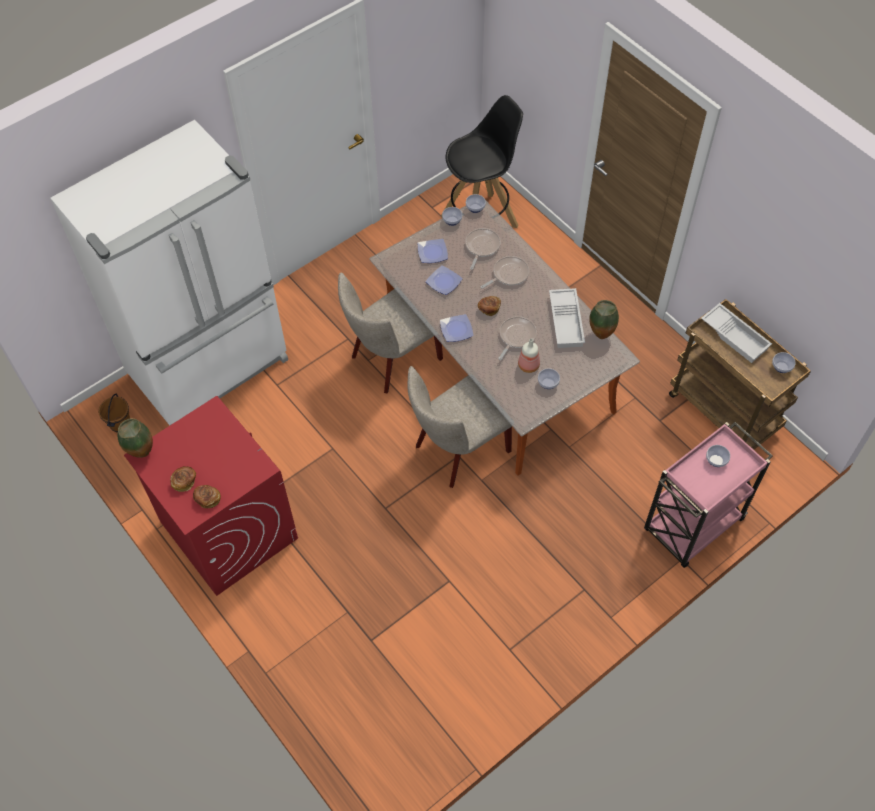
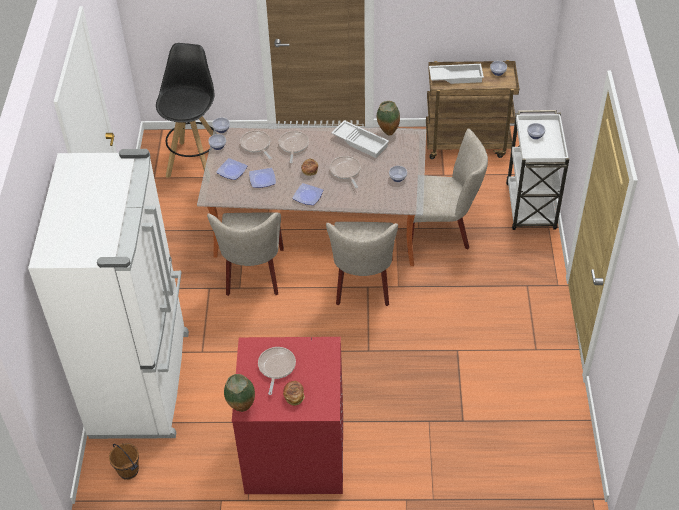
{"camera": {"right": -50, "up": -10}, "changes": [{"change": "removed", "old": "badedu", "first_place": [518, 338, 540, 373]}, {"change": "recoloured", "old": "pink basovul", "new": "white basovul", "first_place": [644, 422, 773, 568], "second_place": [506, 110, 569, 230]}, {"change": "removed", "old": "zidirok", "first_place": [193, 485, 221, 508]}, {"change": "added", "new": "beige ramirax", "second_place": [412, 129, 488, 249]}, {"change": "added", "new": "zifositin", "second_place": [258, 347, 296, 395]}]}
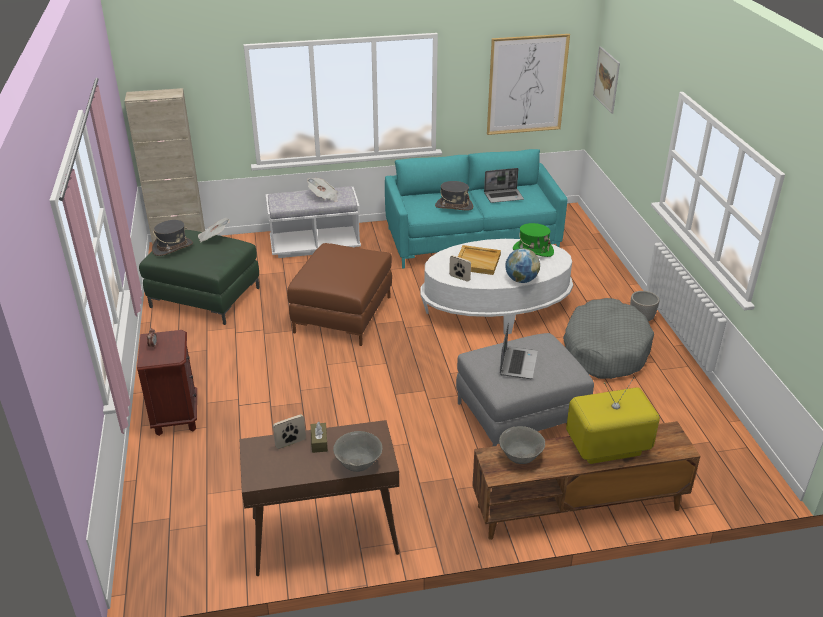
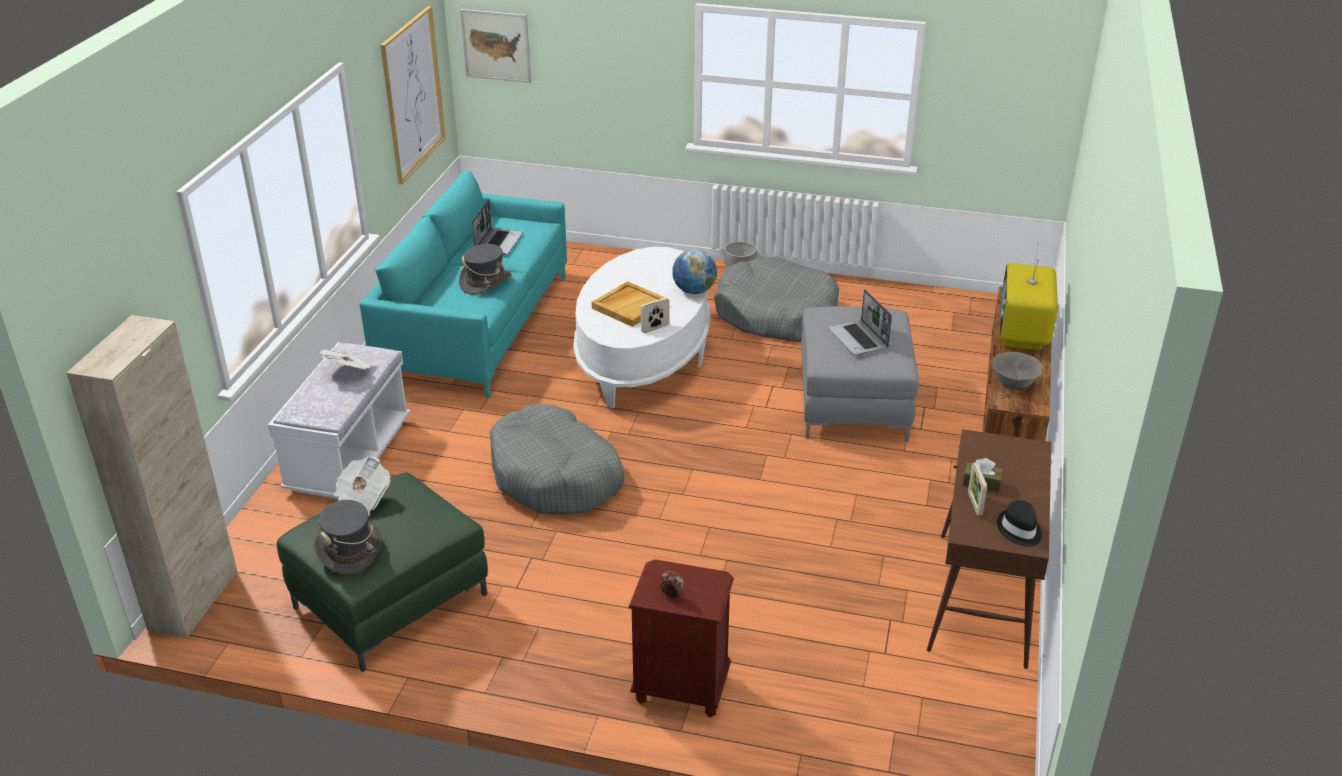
{"camera": {"right": -65, "up": 0}, "changes": [{"change": "removed", "old": "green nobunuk", "first_place": [513, 223, 554, 257]}, {"change": "replaced", "old": "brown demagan", "new": "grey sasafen", "first_place": [287, 243, 392, 346], "second_place": [490, 404, 624, 515]}, {"change": "turned", "old": "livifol", "first_place": [500, 322, 538, 379], "second_place": [828, 289, 892, 355], "degrees": -150}, {"change": "removed", "old": "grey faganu", "first_place": [333, 431, 382, 472]}, {"change": "added", "new": "black nobunuk", "second_place": [997, 500, 1042, 547]}]}
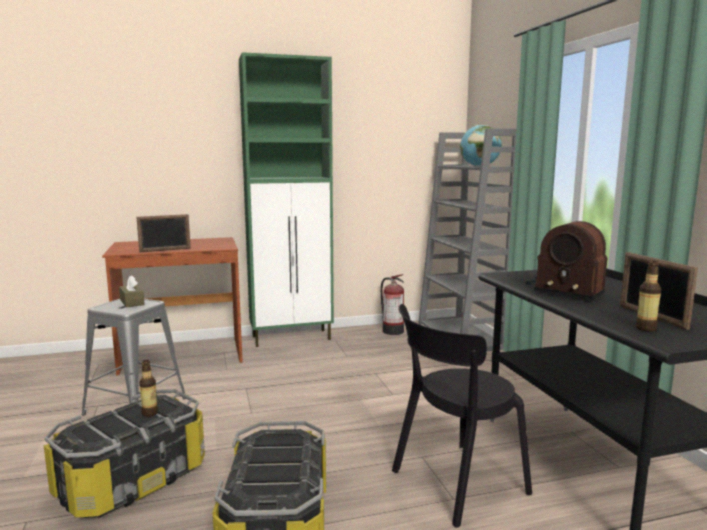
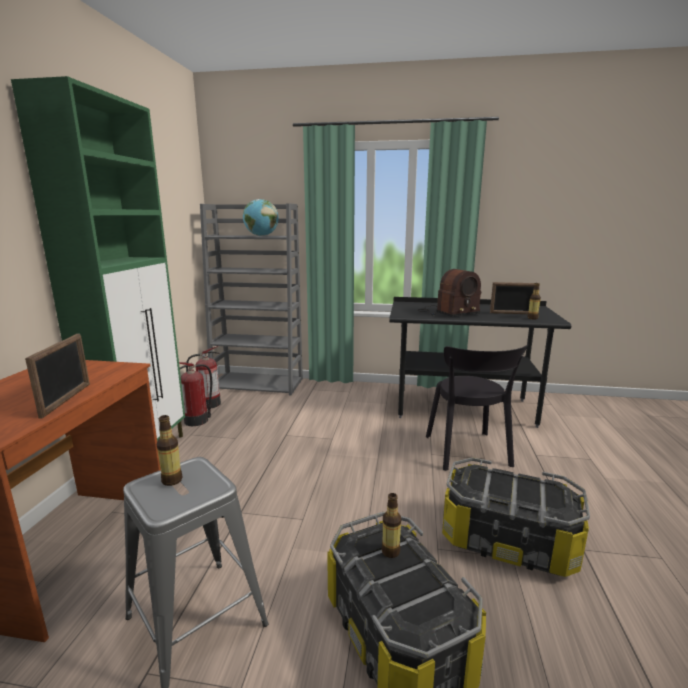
{"camera": {"right": -65, "up": 5}, "changes": [{"change": "replaced", "old": "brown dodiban", "new": "badedu", "first_place": [119, 275, 145, 308], "second_place": [157, 415, 183, 486]}, {"change": "added", "new": "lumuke", "second_place": [179, 362, 212, 426]}]}
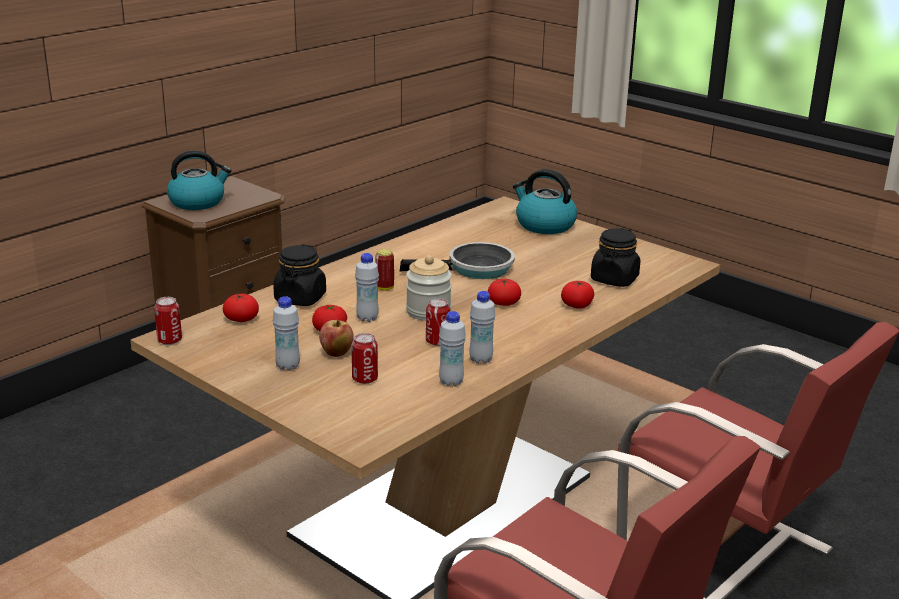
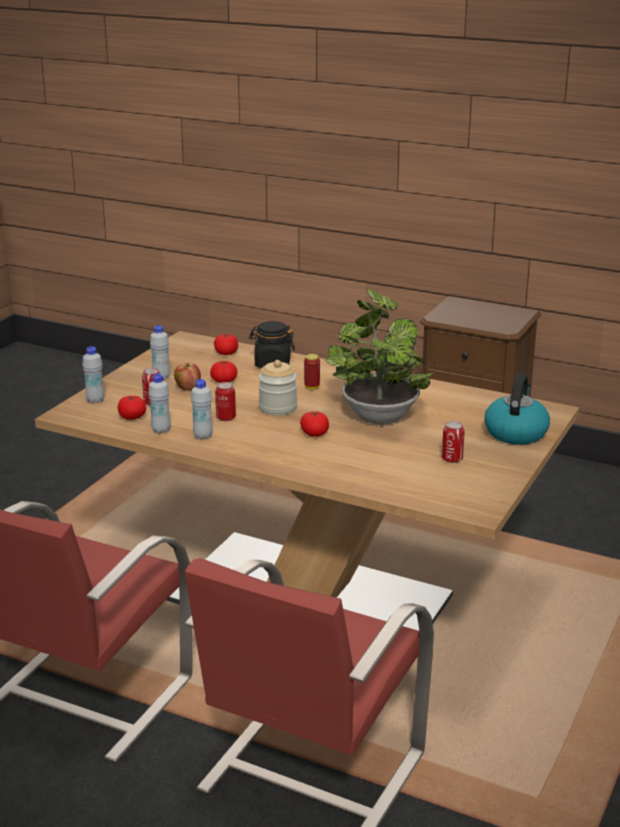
{"camera": {"right": 75, "up": 0}, "changes": [{"change": "removed", "old": "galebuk", "first_place": [167, 151, 231, 210]}, {"change": "removed", "old": "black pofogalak", "first_place": [591, 228, 640, 287]}, {"change": "replaced", "old": "zifositin", "new": "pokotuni", "first_place": [400, 242, 515, 279], "second_place": [325, 288, 435, 424]}, {"change": "moved", "old": "white badedu", "first_place": [355, 253, 379, 322], "second_place": [82, 346, 104, 404]}, {"change": "moved", "old": "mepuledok", "first_place": [561, 281, 594, 309], "second_place": [118, 395, 146, 420]}, {"change": "moved", "old": "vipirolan", "first_place": [154, 297, 182, 345], "second_place": [442, 421, 465, 463]}]}
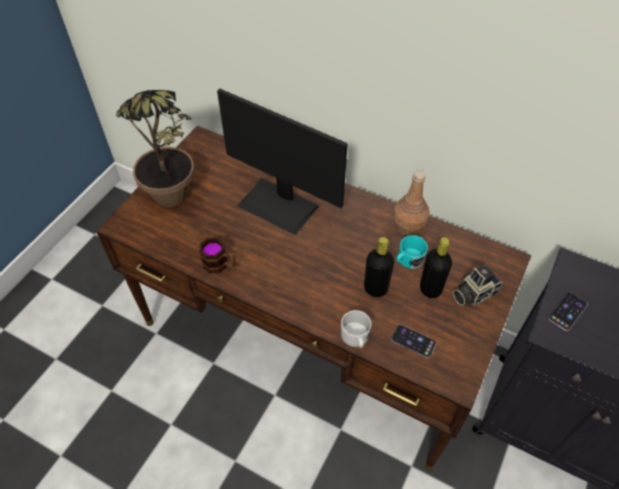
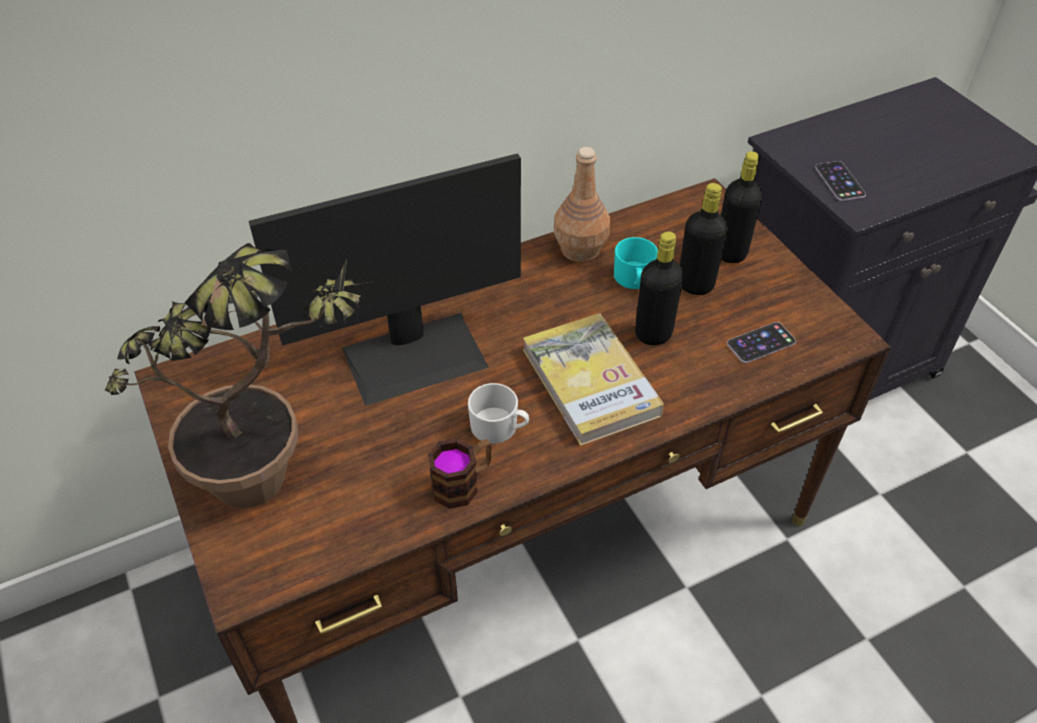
{"camera": {"right": -55, "up": -5}, "changes": [{"change": "replaced", "old": "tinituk", "new": "black badedu", "first_place": [453, 264, 503, 306], "second_place": [721, 151, 762, 263]}, {"change": "moved", "old": "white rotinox", "first_place": [341, 310, 372, 348], "second_place": [468, 383, 529, 444]}, {"change": "added", "new": "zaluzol", "second_place": [523, 313, 664, 446]}]}
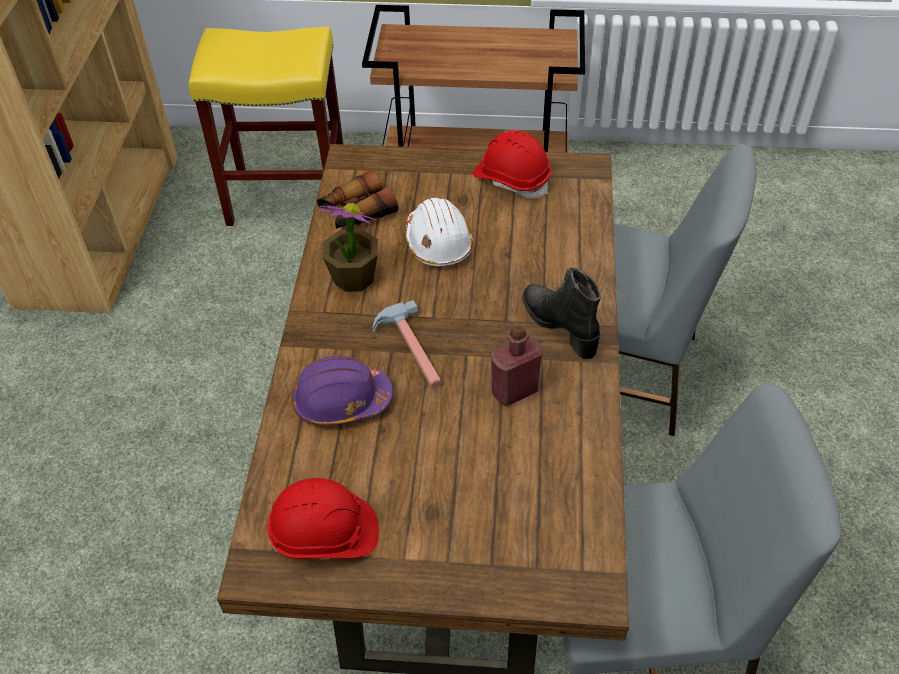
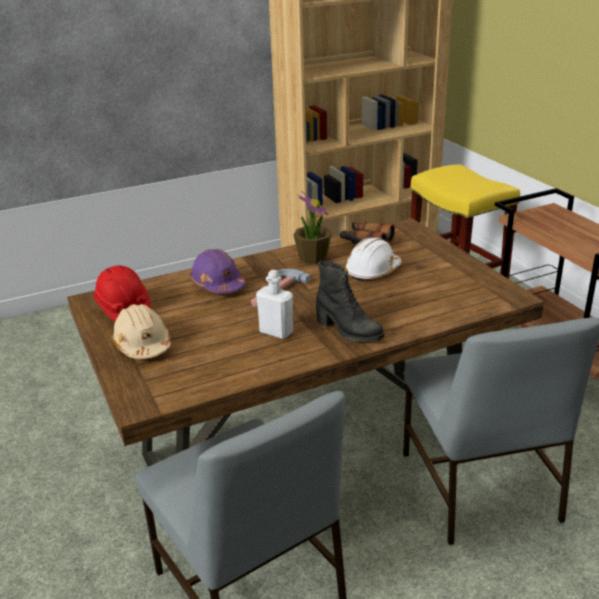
{"camera": {"right": 60, "up": -20}, "changes": [{"change": "removed", "old": "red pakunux", "first_place": [472, 131, 552, 199]}, {"change": "turned", "old": "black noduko", "first_place": [522, 268, 601, 359], "second_place": [316, 261, 385, 342], "degrees": 105}, {"change": "recoloured", "old": "red badedu", "new": "white badedu", "first_place": [491, 325, 543, 407], "second_place": [256, 270, 293, 339]}, {"change": "added", "new": "beige pakunux", "second_place": [111, 304, 171, 359]}]}
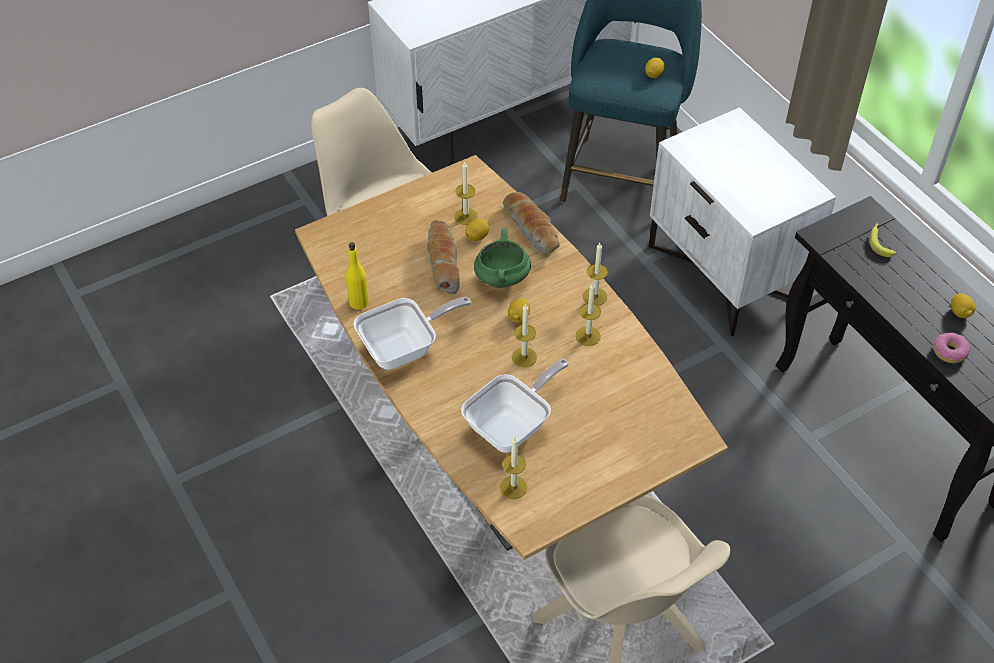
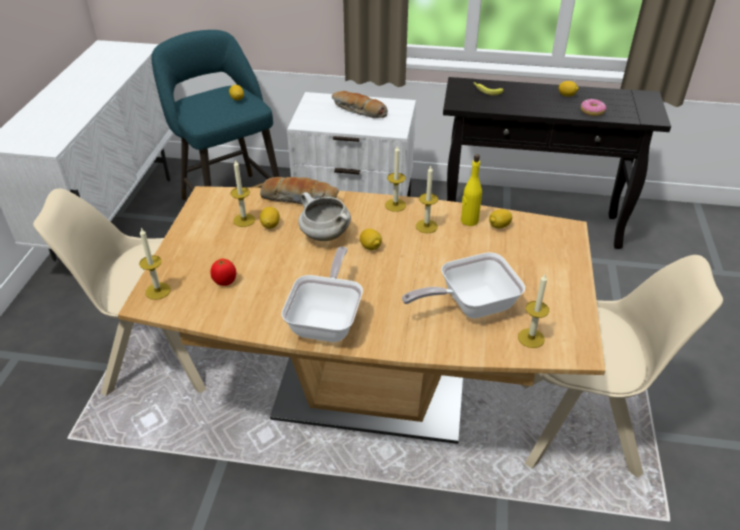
{"camera": {"right": -50, "up": -10}, "changes": [{"change": "moved", "old": "zidirok", "first_place": [427, 220, 460, 294], "second_place": [332, 91, 388, 118]}, {"change": "recoloured", "old": "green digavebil", "new": "white digavebil", "first_place": [474, 228, 531, 288], "second_place": [298, 192, 351, 241]}, {"change": "moved", "old": "yellow badedu", "first_place": [346, 242, 369, 309], "second_place": [461, 154, 482, 226]}, {"change": "moved", "old": "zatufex", "first_place": [512, 304, 537, 367], "second_place": [139, 228, 171, 300]}, {"change": "turned", "old": "zifositin", "first_place": [461, 359, 569, 453], "second_place": [402, 252, 525, 319], "degrees": -105}, {"change": "added", "new": "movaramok", "second_place": [489, 209, 512, 228]}, {"change": "added", "new": "mepuledok", "second_place": [210, 259, 236, 286]}]}
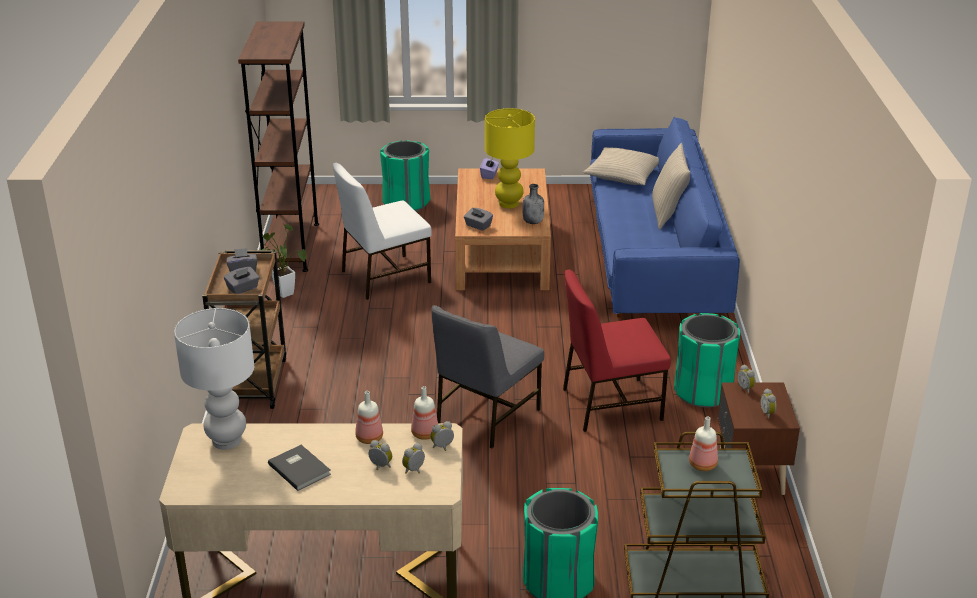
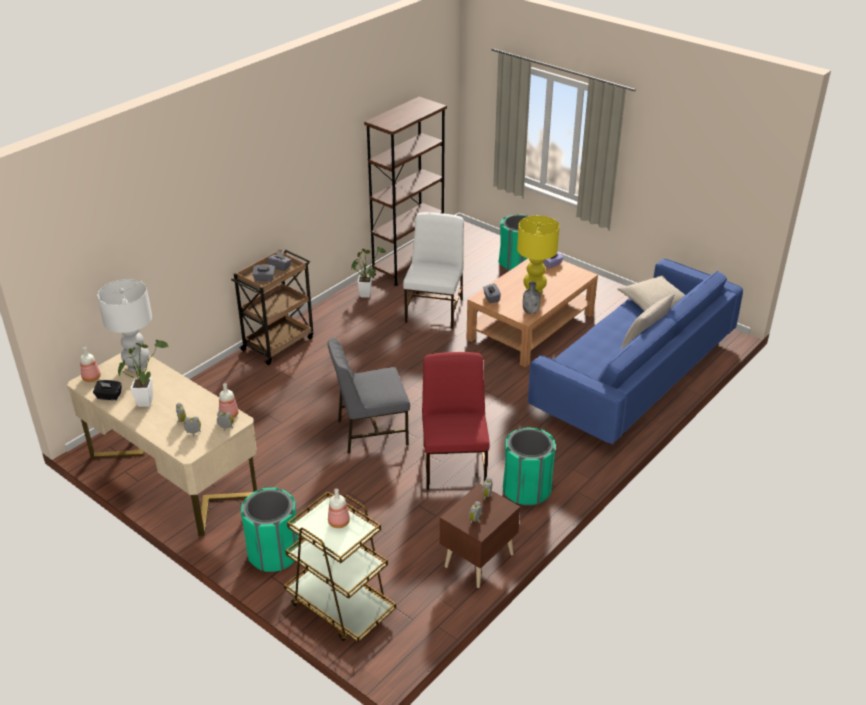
{"camera": {"right": 40, "up": 5}, "changes": [{"change": "turned", "old": "white ramirax", "first_place": [333, 163, 432, 300], "second_place": [403, 212, 464, 329], "degrees": 90}, {"change": "turned", "old": "red ramirax", "first_place": [563, 270, 671, 432], "second_place": [422, 352, 489, 490], "degrees": 60}, {"change": "moved", "old": "badedu", "first_place": [355, 391, 383, 444], "second_place": [80, 347, 101, 382]}, {"change": "replaced", "old": "grey zaluzol", "new": "pokotuni", "first_place": [268, 445, 331, 491], "second_place": [118, 340, 169, 407]}, {"change": "added", "new": "black dodiban", "second_place": [93, 380, 122, 400]}]}
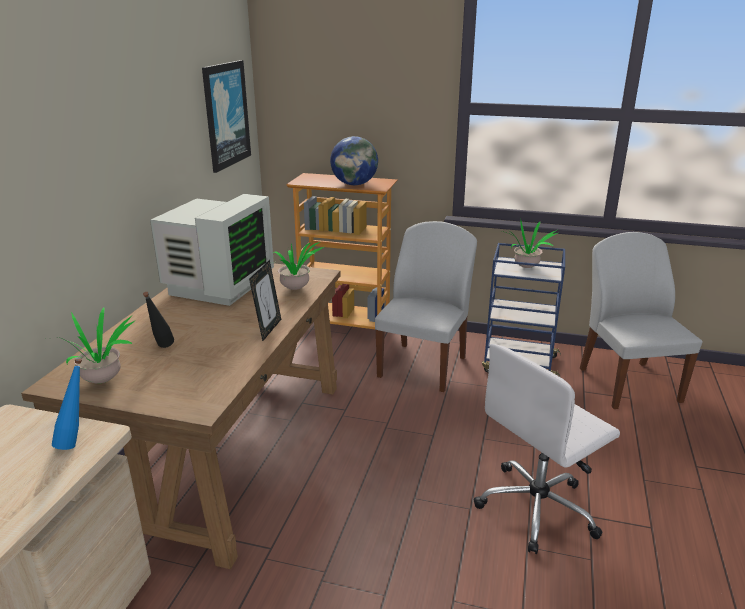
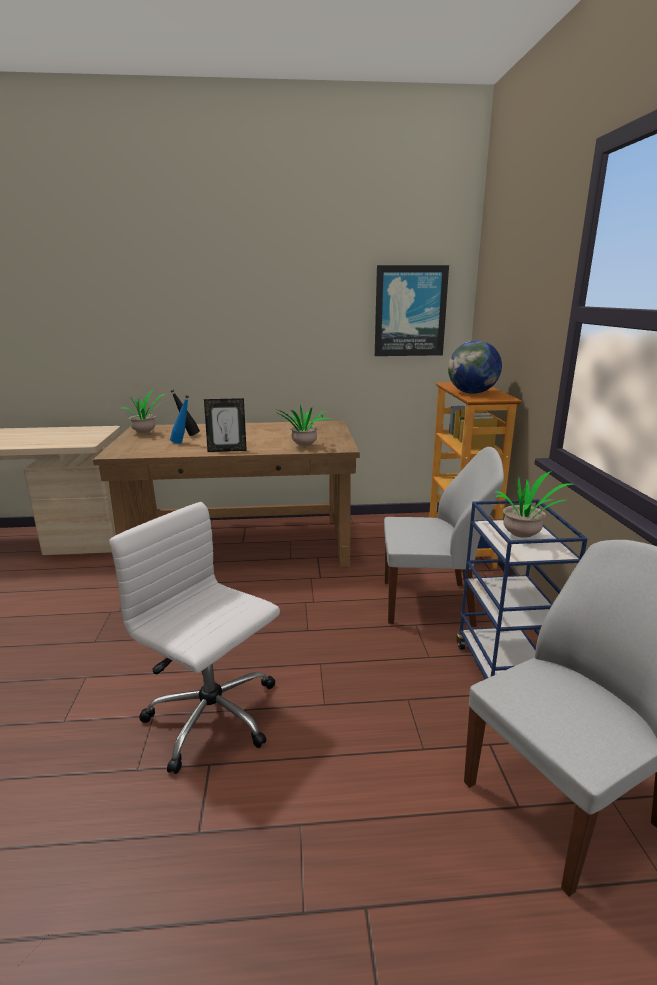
{"camera": {"right": 70, "up": -5}, "changes": [{"change": "removed", "old": "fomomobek", "first_place": [150, 194, 274, 306]}, {"change": "moved", "old": "blue badedu", "first_place": [52, 359, 82, 450], "second_place": [170, 395, 189, 444]}]}
